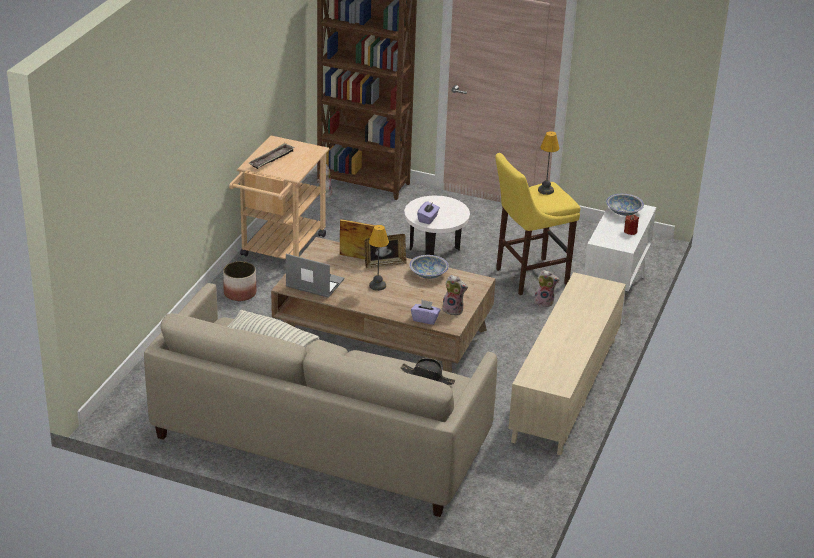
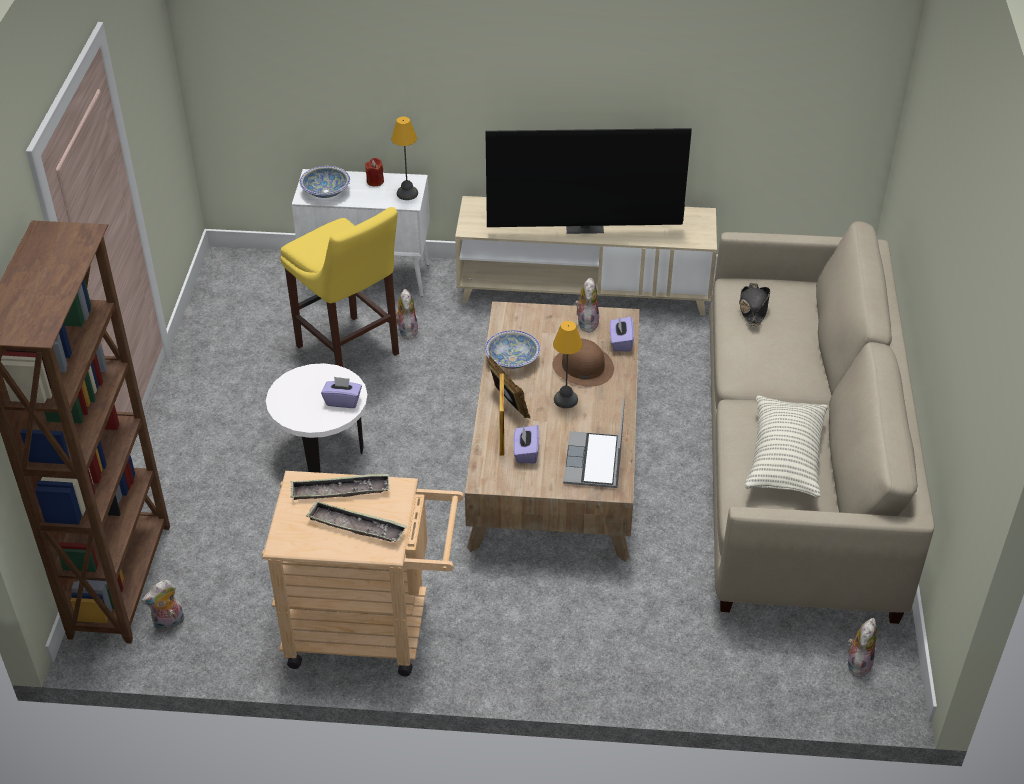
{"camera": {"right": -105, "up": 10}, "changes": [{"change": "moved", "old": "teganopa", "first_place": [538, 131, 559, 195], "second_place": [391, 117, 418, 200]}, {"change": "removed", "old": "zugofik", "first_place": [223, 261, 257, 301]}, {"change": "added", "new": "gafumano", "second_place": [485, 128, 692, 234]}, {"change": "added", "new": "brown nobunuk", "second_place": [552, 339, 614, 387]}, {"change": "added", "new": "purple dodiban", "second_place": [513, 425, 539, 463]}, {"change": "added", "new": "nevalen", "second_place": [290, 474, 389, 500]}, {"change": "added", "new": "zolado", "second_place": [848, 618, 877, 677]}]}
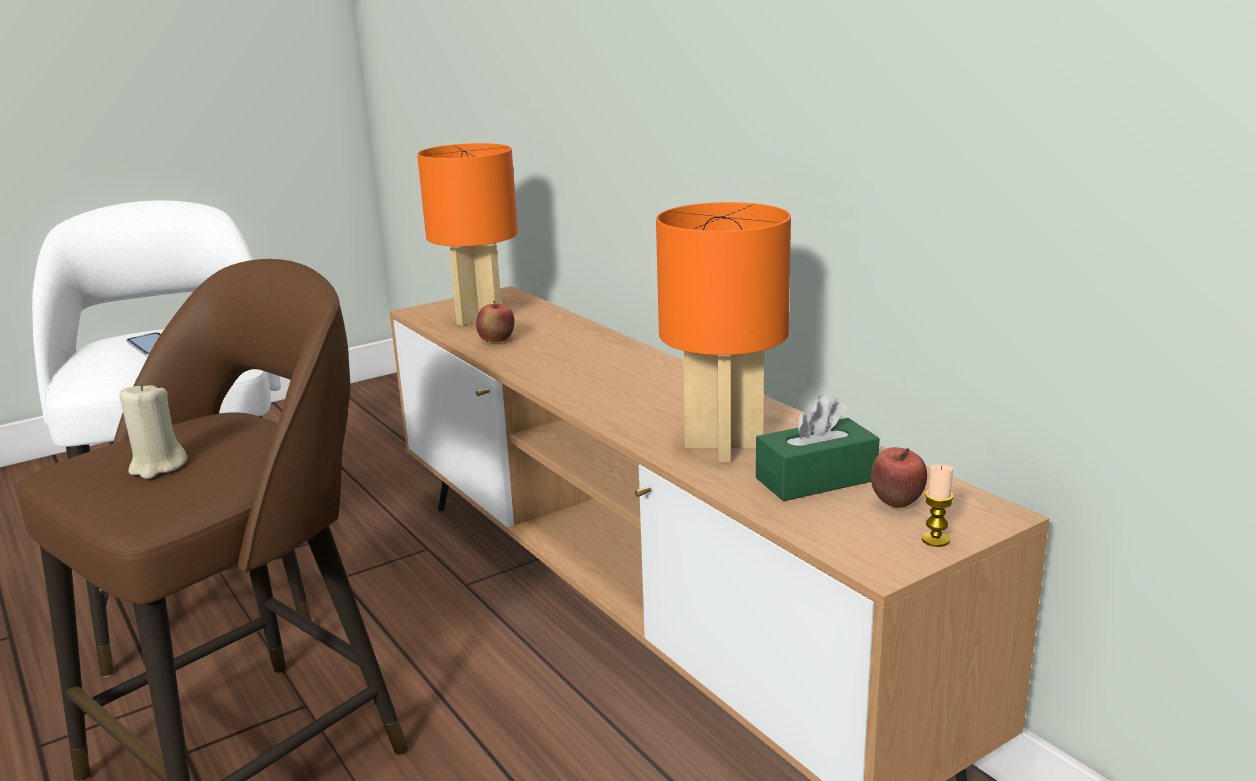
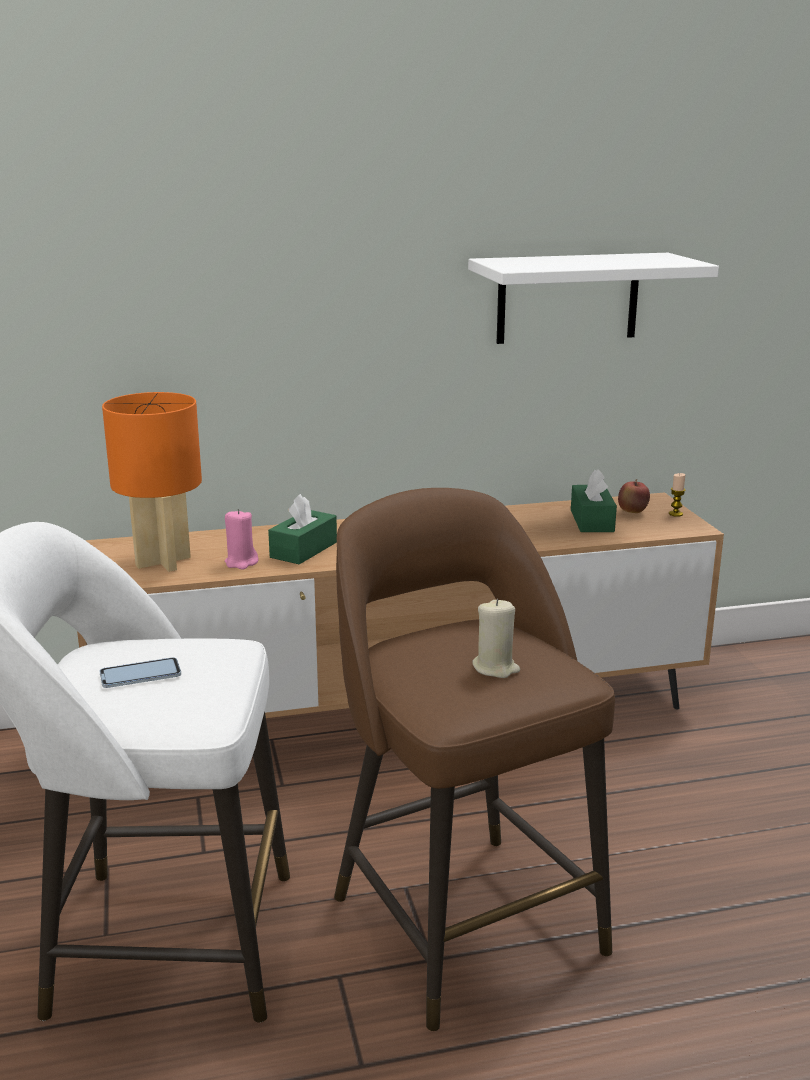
{"camera": {"right": -70, "up": 0}, "changes": [{"change": "removed", "old": "orange teganopa", "first_place": [656, 202, 791, 462]}, {"change": "replaced", "old": "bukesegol", "new": "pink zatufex", "first_place": [476, 301, 515, 342], "second_place": [225, 509, 259, 570]}, {"change": "added", "new": "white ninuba", "second_place": [468, 253, 719, 344]}, {"change": "added", "new": "green dodiban", "second_place": [268, 494, 337, 564]}]}
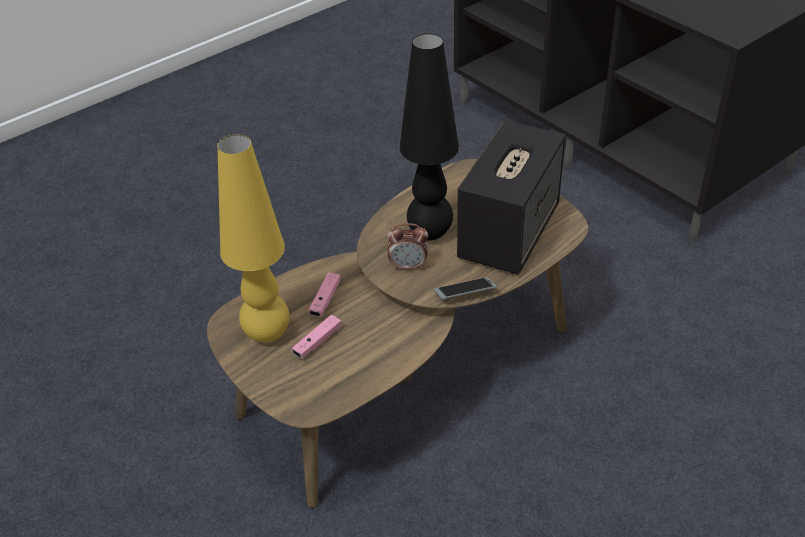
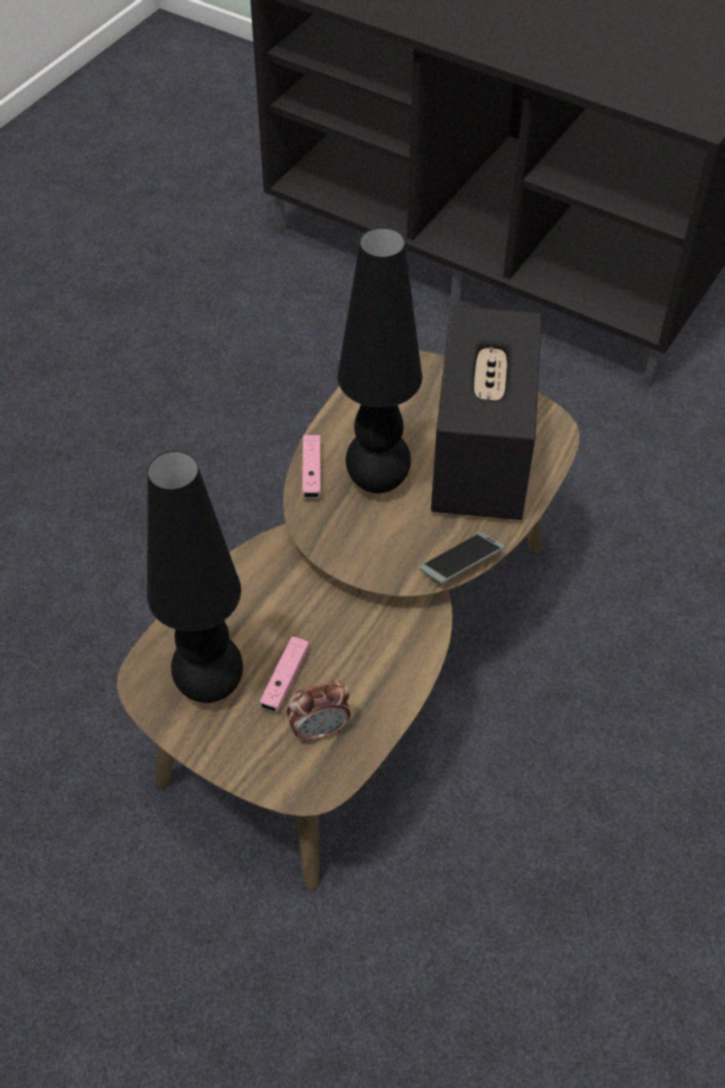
{"camera": {"right": -20, "up": 10}, "changes": [{"change": "recoloured", "old": "yellow teganopa", "new": "black teganopa", "first_place": [217, 134, 289, 343], "second_place": [147, 451, 243, 703]}, {"change": "moved", "old": "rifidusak", "first_place": [387, 223, 428, 270], "second_place": [287, 681, 350, 742]}, {"change": "moved", "old": "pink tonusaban", "first_place": [309, 272, 340, 317], "second_place": [302, 435, 321, 498]}]}
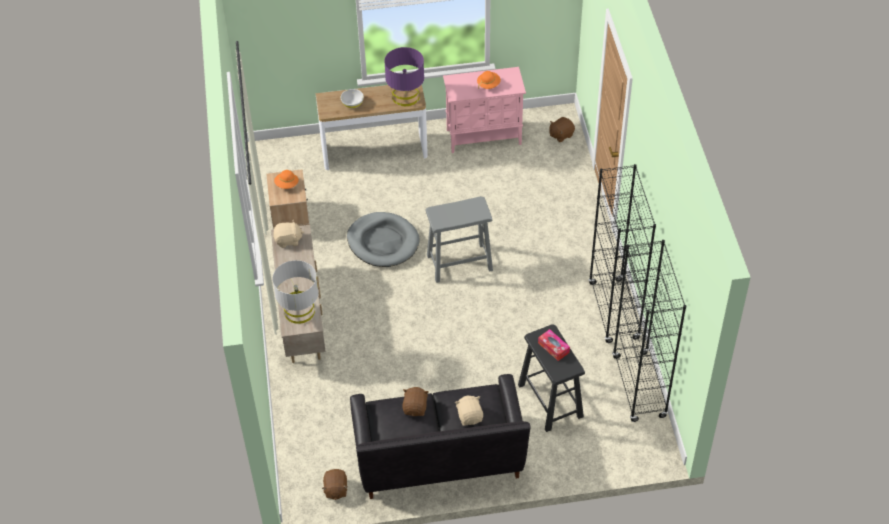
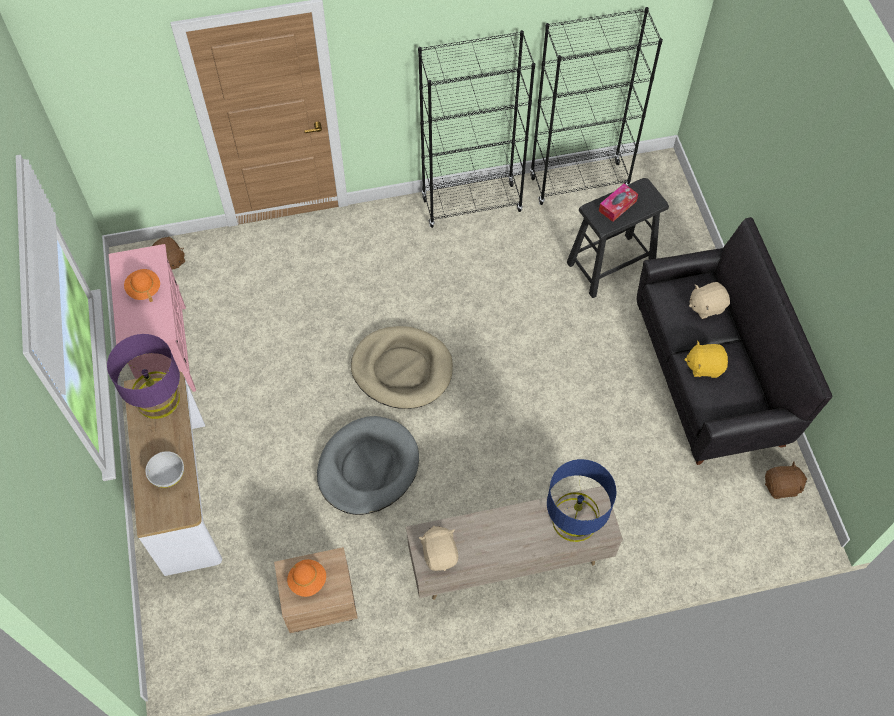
{"camera": {"right": -95, "up": 10}, "changes": [{"change": "replaced", "old": "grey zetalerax", "new": "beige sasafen", "first_place": [425, 196, 493, 283], "second_place": [351, 326, 453, 409]}, {"change": "recoloured", "old": "grey teganopa", "new": "blue teganopa", "first_place": [272, 260, 319, 324], "second_place": [547, 459, 616, 542]}, {"change": "recoloured", "old": "brown zolado", "new": "yellow zolado", "first_place": [402, 387, 429, 416], "second_place": [684, 340, 728, 378]}]}
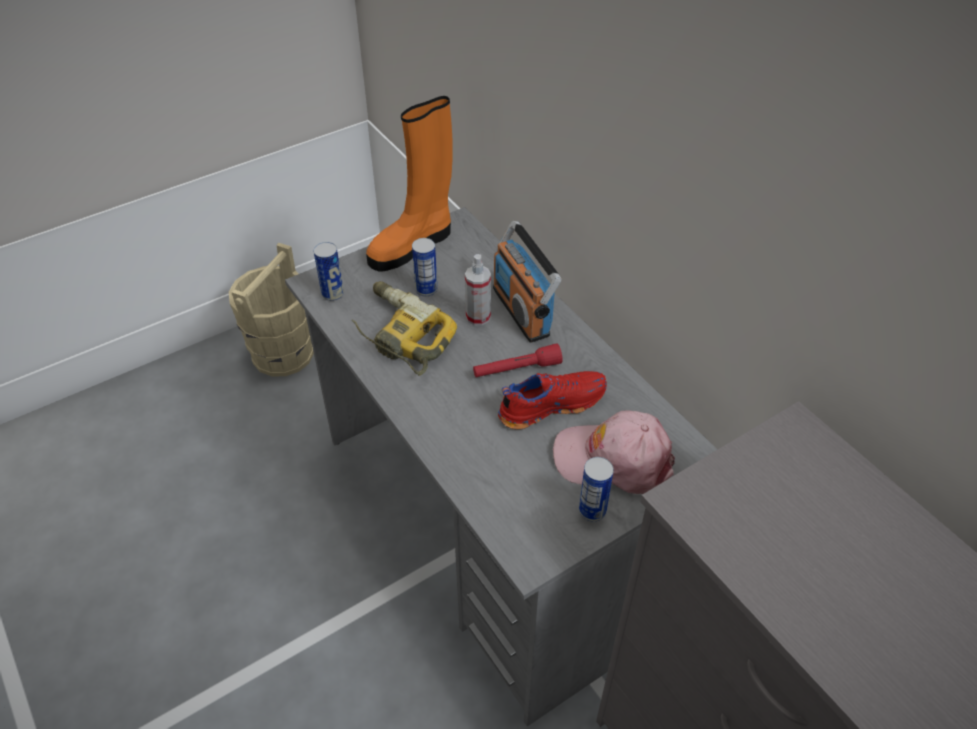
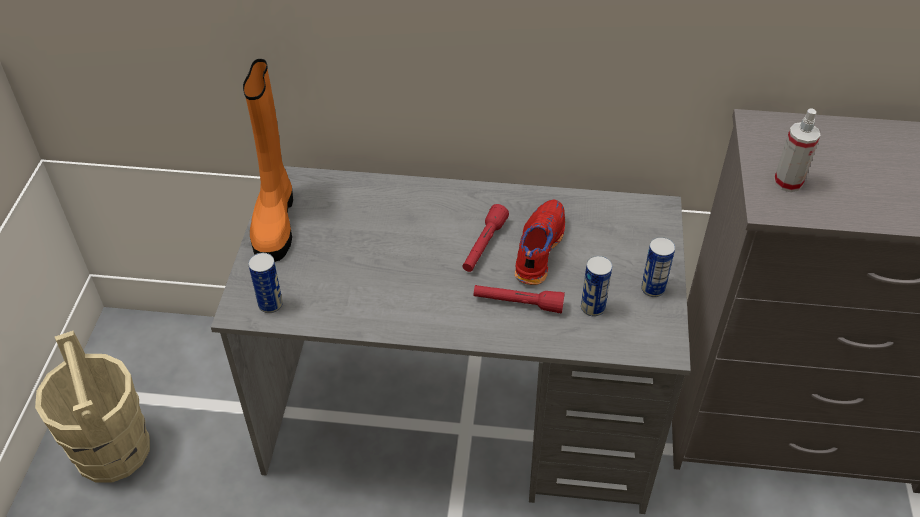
{"camera": {"right": -50, "up": 0}, "changes": [{"change": "removed", "old": "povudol", "first_place": [493, 221, 562, 343]}, {"change": "moved", "old": "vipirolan", "first_place": [412, 238, 438, 297], "second_place": [581, 256, 612, 317]}, {"change": "moved", "old": "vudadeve", "first_place": [465, 254, 491, 326], "second_place": [774, 108, 820, 192]}, {"change": "removed", "old": "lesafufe", "first_place": [352, 281, 457, 376]}, {"change": "removed", "old": "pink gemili", "first_place": [553, 410, 675, 494]}, {"change": "added", "new": "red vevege", "second_place": [474, 285, 565, 314]}]}
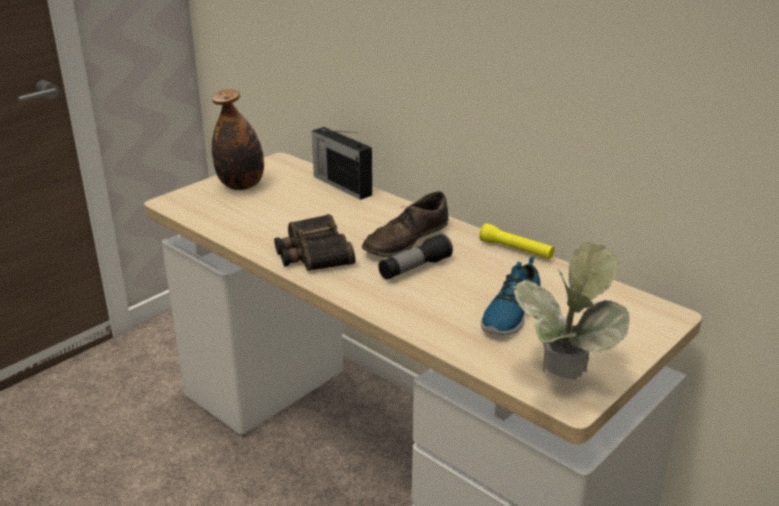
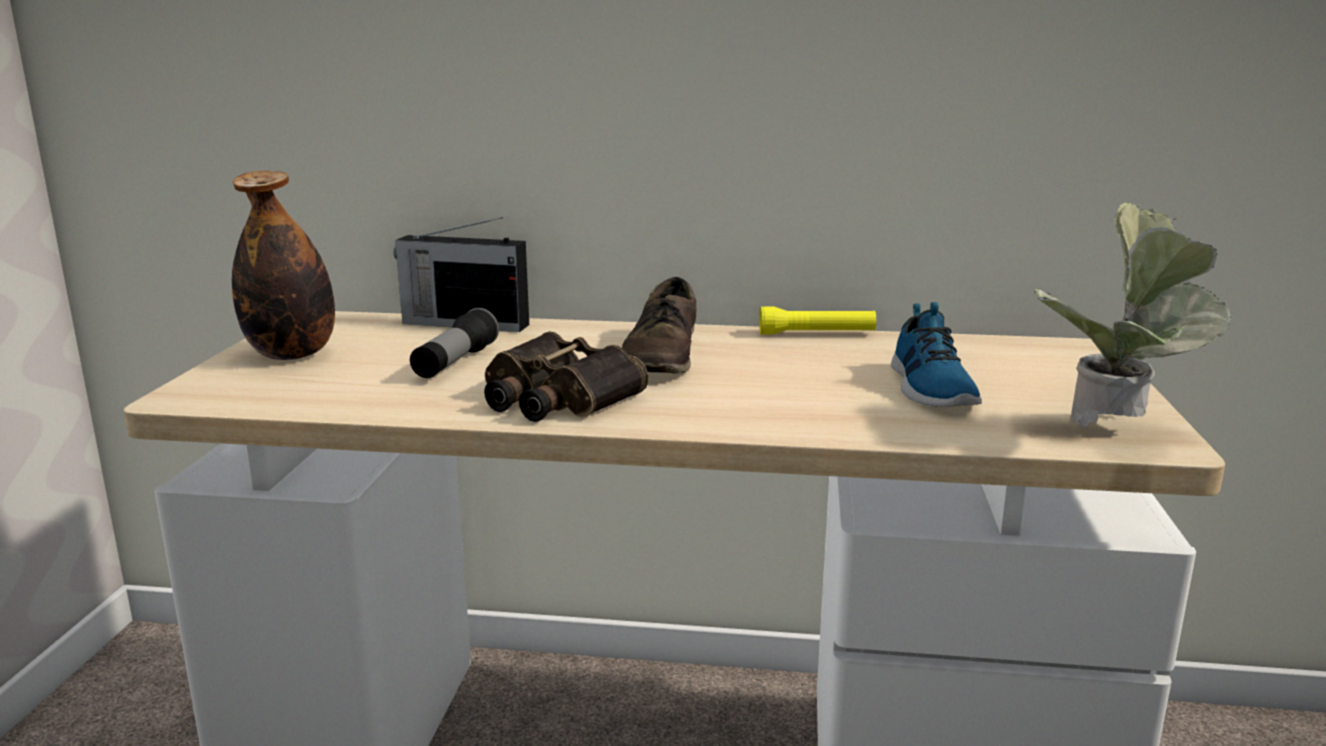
{"camera": {"right": -35, "up": -10}, "changes": [{"change": "moved", "old": "vevege", "first_place": [378, 233, 453, 280], "second_place": [410, 308, 499, 378]}]}
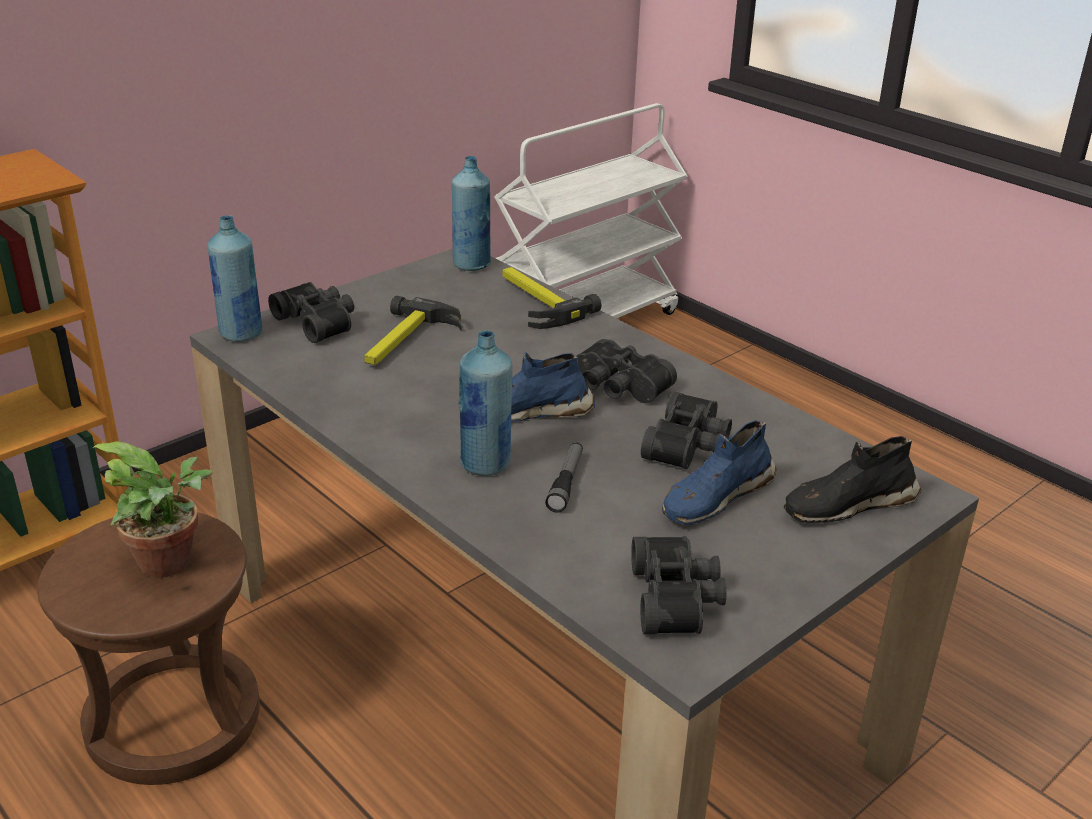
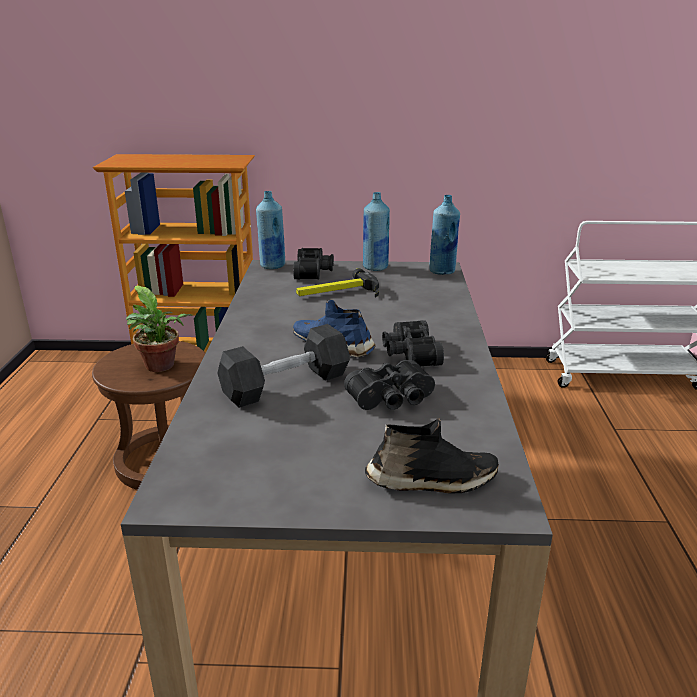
{"camera": {"right": 45, "up": -5}, "changes": [{"change": "removed", "old": "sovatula", "first_place": [503, 267, 601, 329]}, {"change": "moved", "old": "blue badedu", "first_place": [458, 330, 512, 476], "second_place": [363, 192, 390, 271]}, {"change": "removed", "old": "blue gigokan", "first_place": [662, 420, 777, 525]}, {"change": "turned", "old": "black gigokan", "first_place": [784, 436, 922, 523], "second_place": [365, 418, 499, 494], "degrees": 150}, {"change": "replaced", "old": "vevege", "new": "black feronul", "first_place": [545, 442, 583, 513], "second_place": [217, 324, 350, 408]}, {"change": "removed", "old": "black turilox", "first_place": [631, 536, 726, 634]}]}
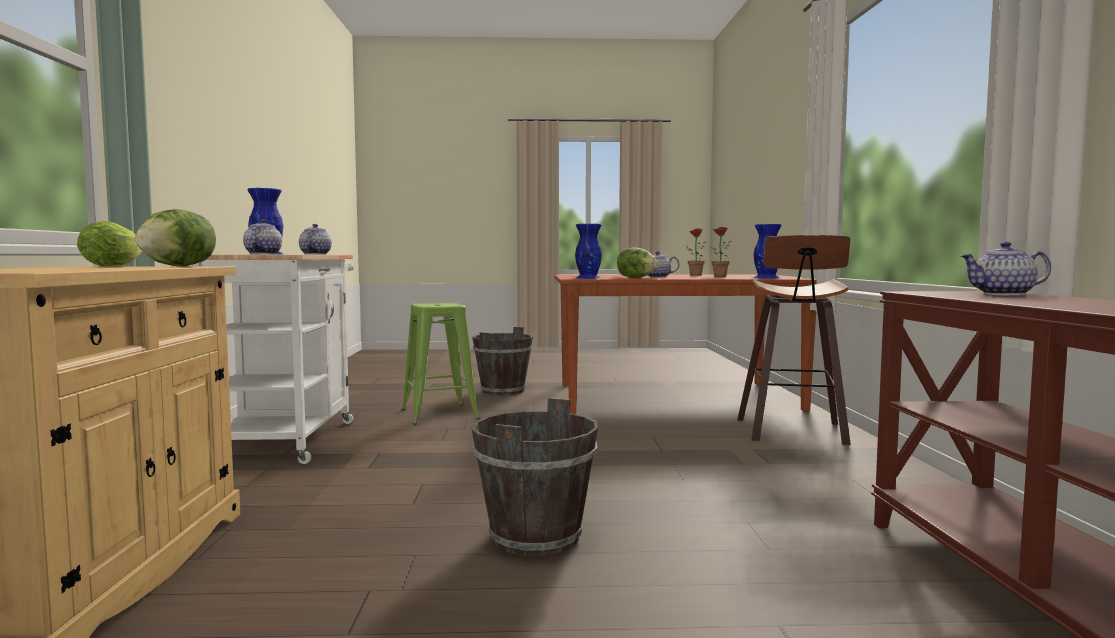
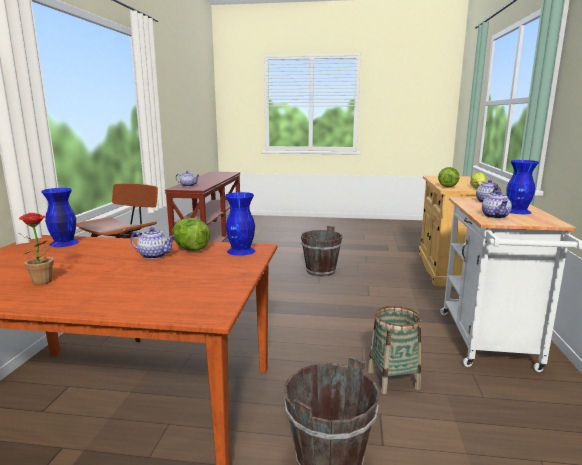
{"camera": {"right": -170, "up": 10}, "changes": [{"change": "removed", "old": "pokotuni", "first_place": [706, 227, 732, 277]}, {"change": "replaced", "old": "green zetalerax", "new": "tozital", "first_place": [402, 303, 480, 425], "second_place": [368, 306, 421, 394]}]}
